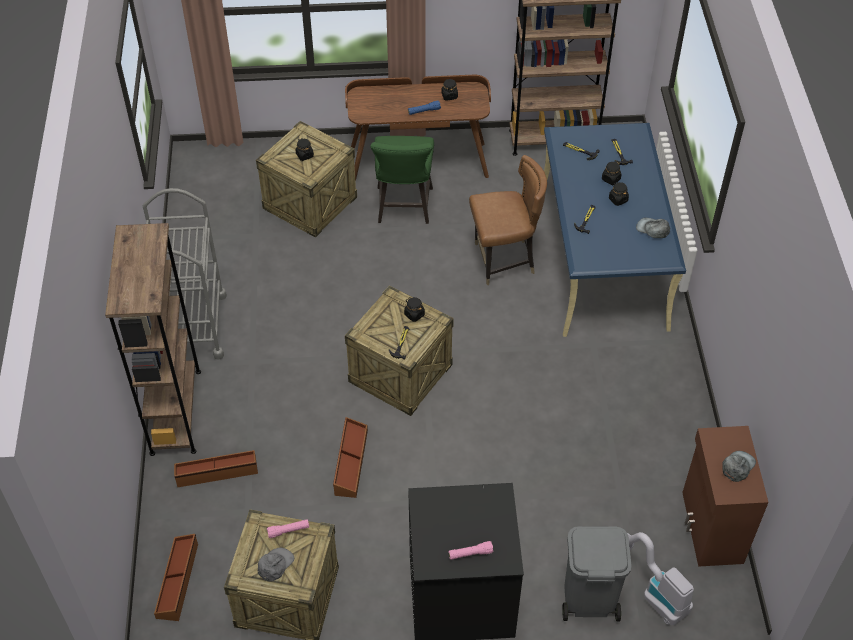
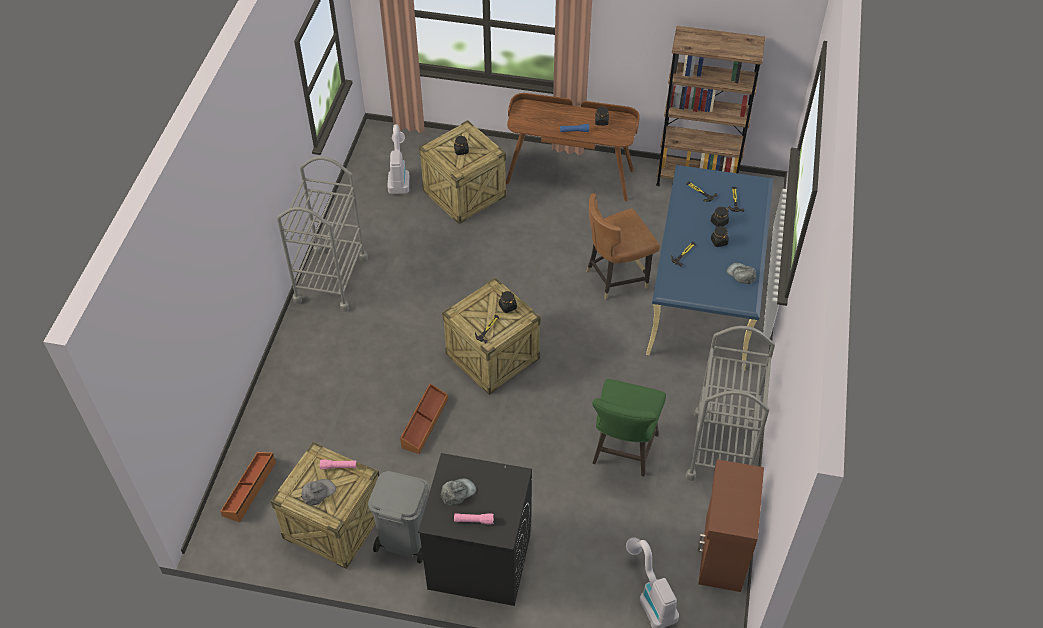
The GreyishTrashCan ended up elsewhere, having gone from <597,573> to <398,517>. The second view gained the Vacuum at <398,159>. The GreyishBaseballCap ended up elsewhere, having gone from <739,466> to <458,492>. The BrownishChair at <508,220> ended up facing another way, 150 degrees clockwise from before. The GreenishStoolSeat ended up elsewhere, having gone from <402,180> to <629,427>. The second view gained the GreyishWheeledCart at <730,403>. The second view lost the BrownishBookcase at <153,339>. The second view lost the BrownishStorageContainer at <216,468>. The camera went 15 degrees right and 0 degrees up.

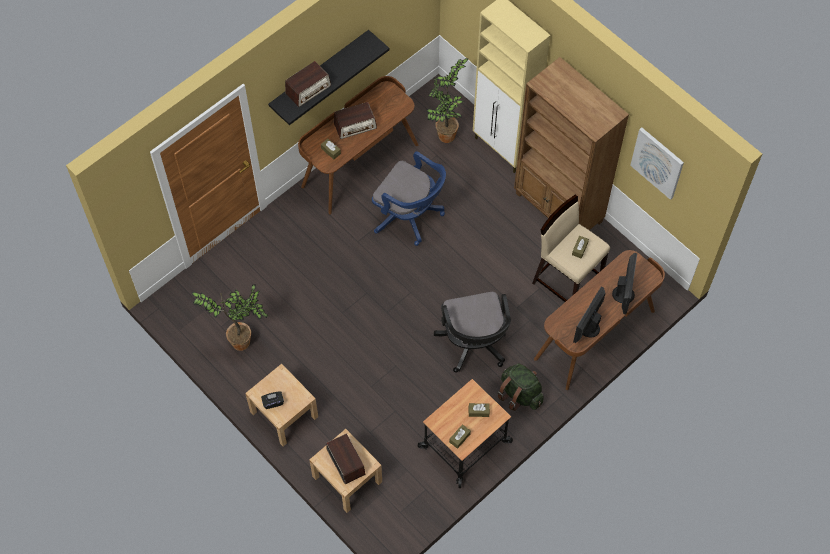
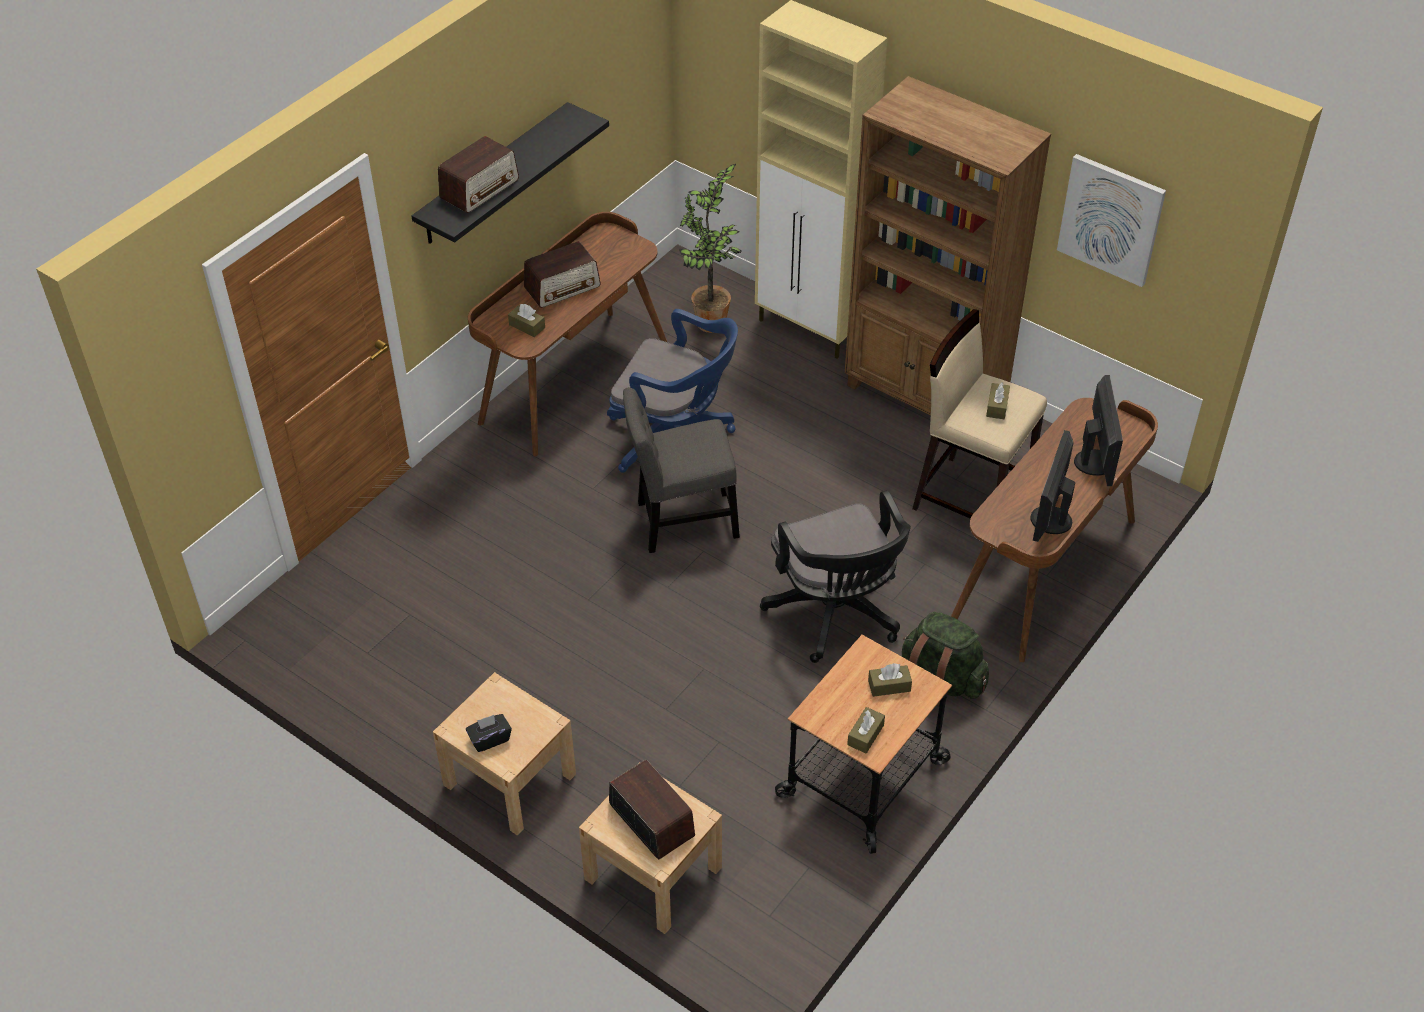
The second view gained the GreyishChair at <681,470>. The second view lost the PlantInAPot at <230,317>. The camera went 10 degrees left and 15 degrees down.

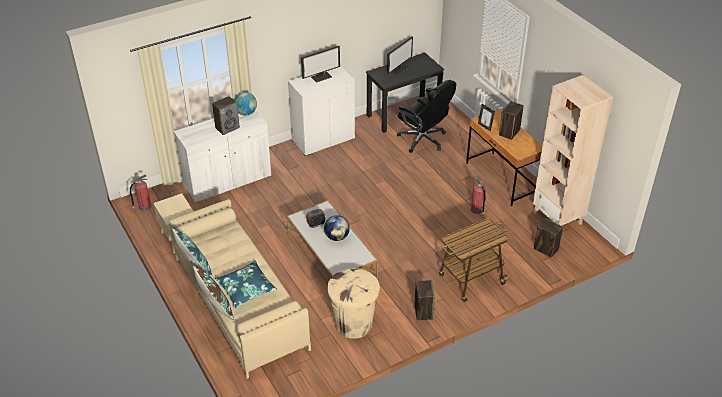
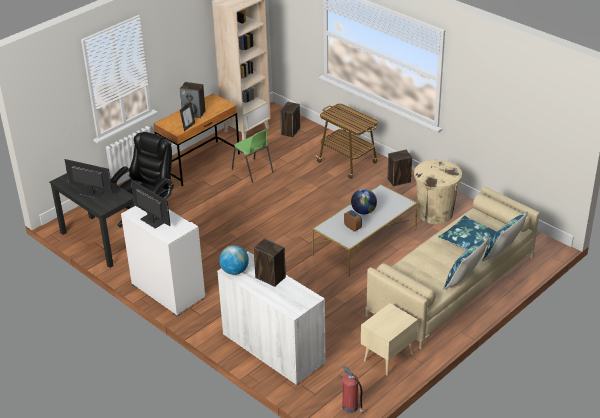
Where the Extinguisher stood at <478,196>, the GreenishChair came to stand at <253,156>. What was the BrownishThrowPillow at <213,292> turned into the BluishThrowPillow at <505,237>. The camera went 105 degrees left and 5 degrees down.

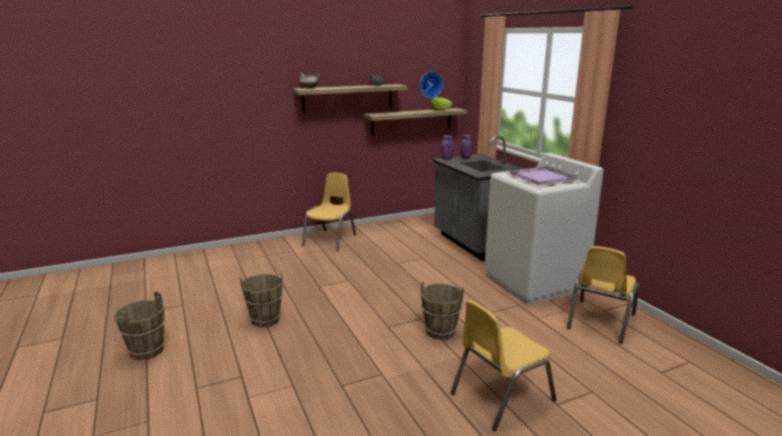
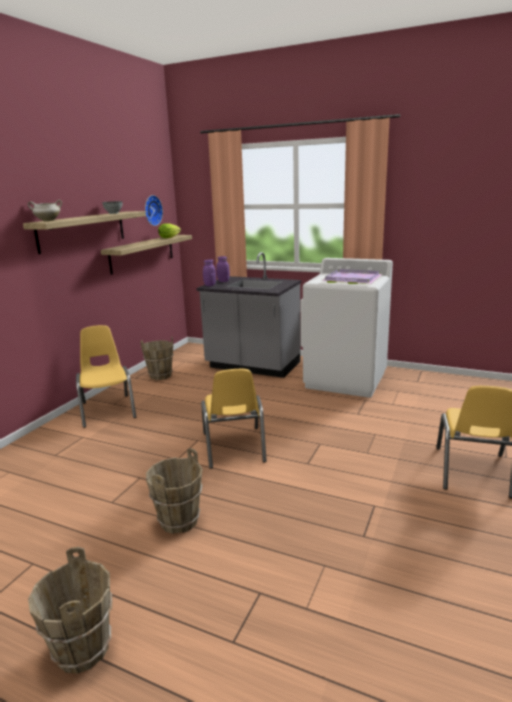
The BrownishPail ended up elsewhere, having gone from <442,310> to <157,358>. The YellowishChair ended up elsewhere, having gone from <603,295> to <234,419>. The camera went 40 degrees left and 0 degrees up.

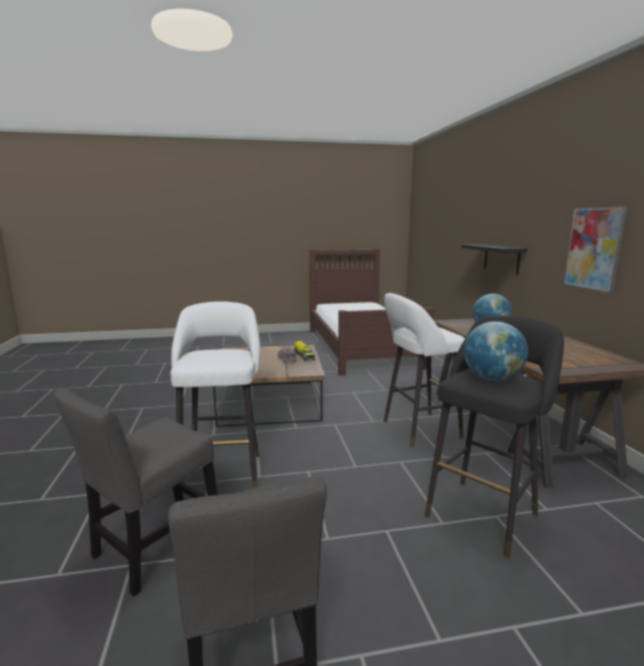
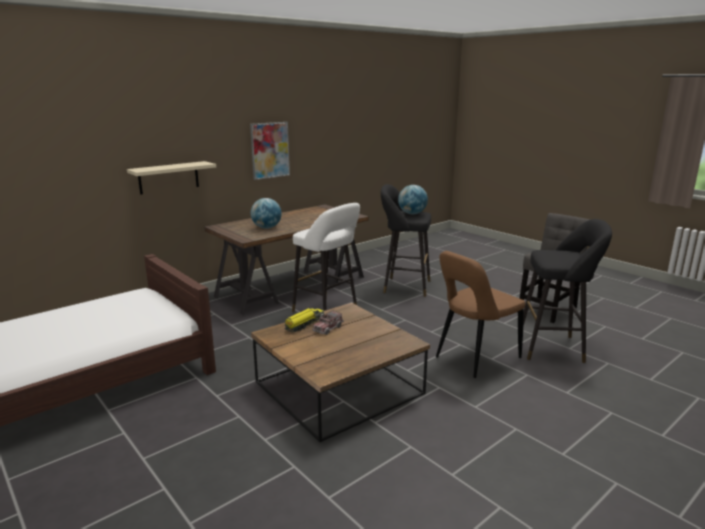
What was the BlackColouredWallShelf at <494,259> turned into the BeigeColouredWallShelf at <171,178>. Where the WhiteColouredStoolSeat stood at <215,394>, the BrownishChair came to stand at <480,314>. Where the GreyishChair stood at <135,492>, the BlackColouredStoolSeat came to stand at <567,291>. The camera went 120 degrees left and 5 degrees up.

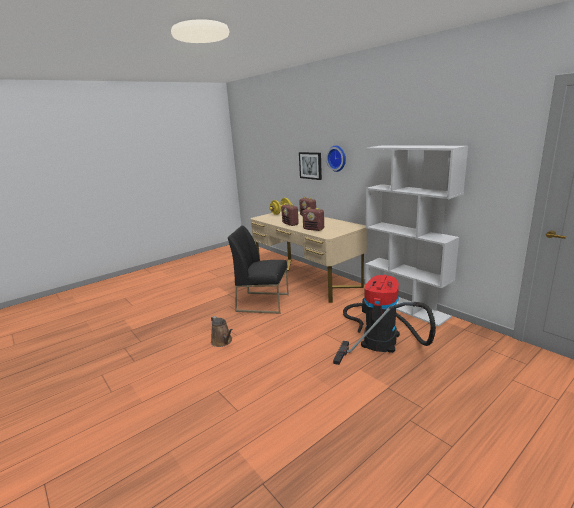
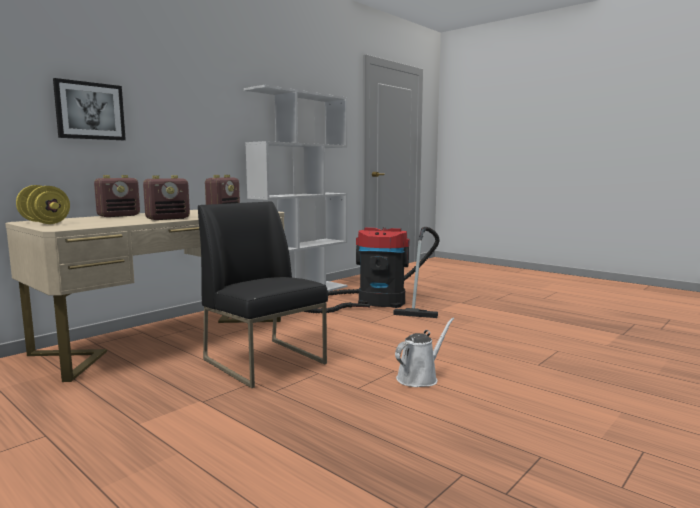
The BlackColouredChair at <258,269> ended up facing another way, 135 degrees clockwise from before. What was the BrownishWateringCan at <222,331> turned into the WhiteColouredWateringCan at <424,352>. The second view lost the HangingClock at <336,158>. The camera went 100 degrees left and 10 degrees down.

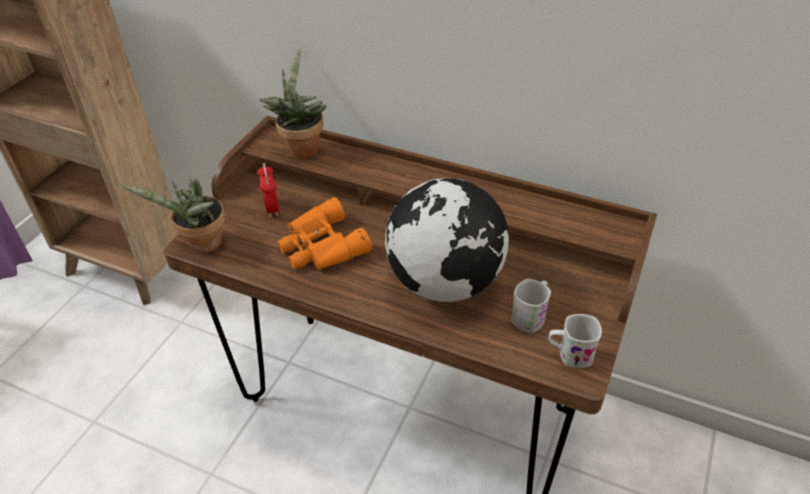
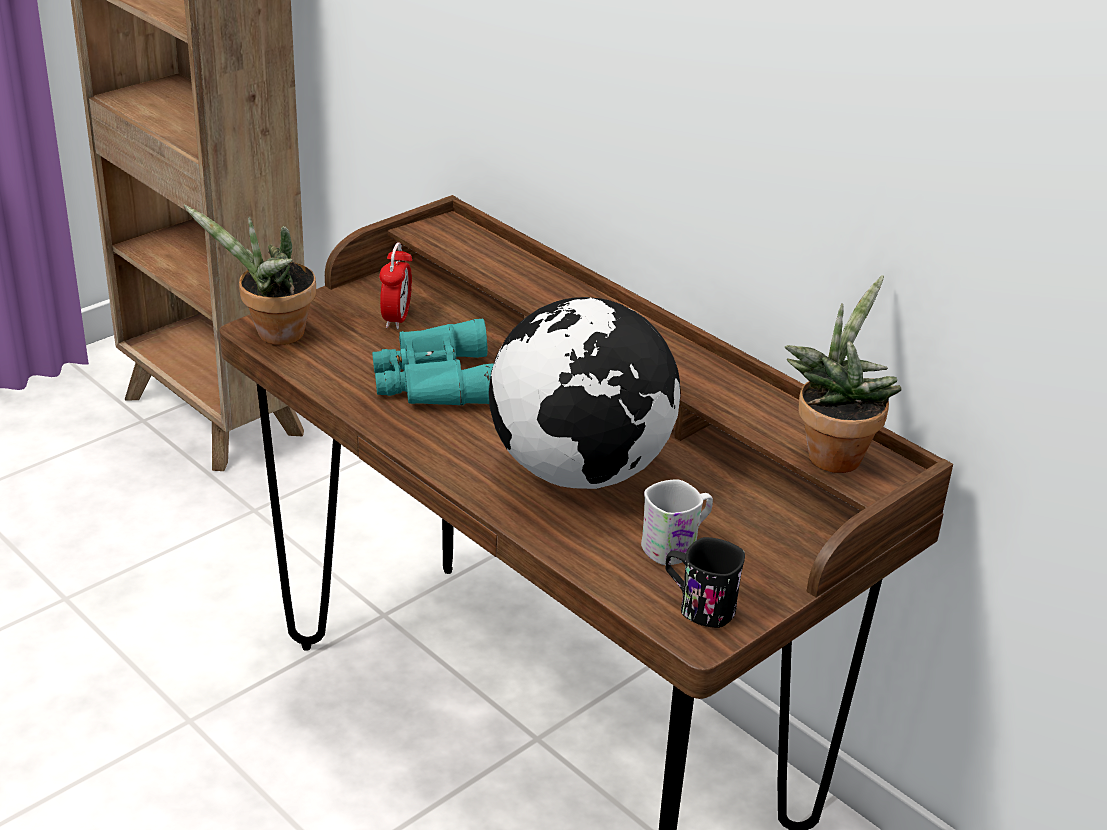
What was the OrangeFieldGlasses at <324,233> turned into the BlueGreenFieldGlasses at <433,362>. What was the WhiteColouredTeaMug at <575,341> turned into the BlackColouredTeaMug at <705,582>. The PlantInAPot ended up elsewhere, having gone from <292,103> to <843,374>. The camera went 20 degrees right and 10 degrees down.

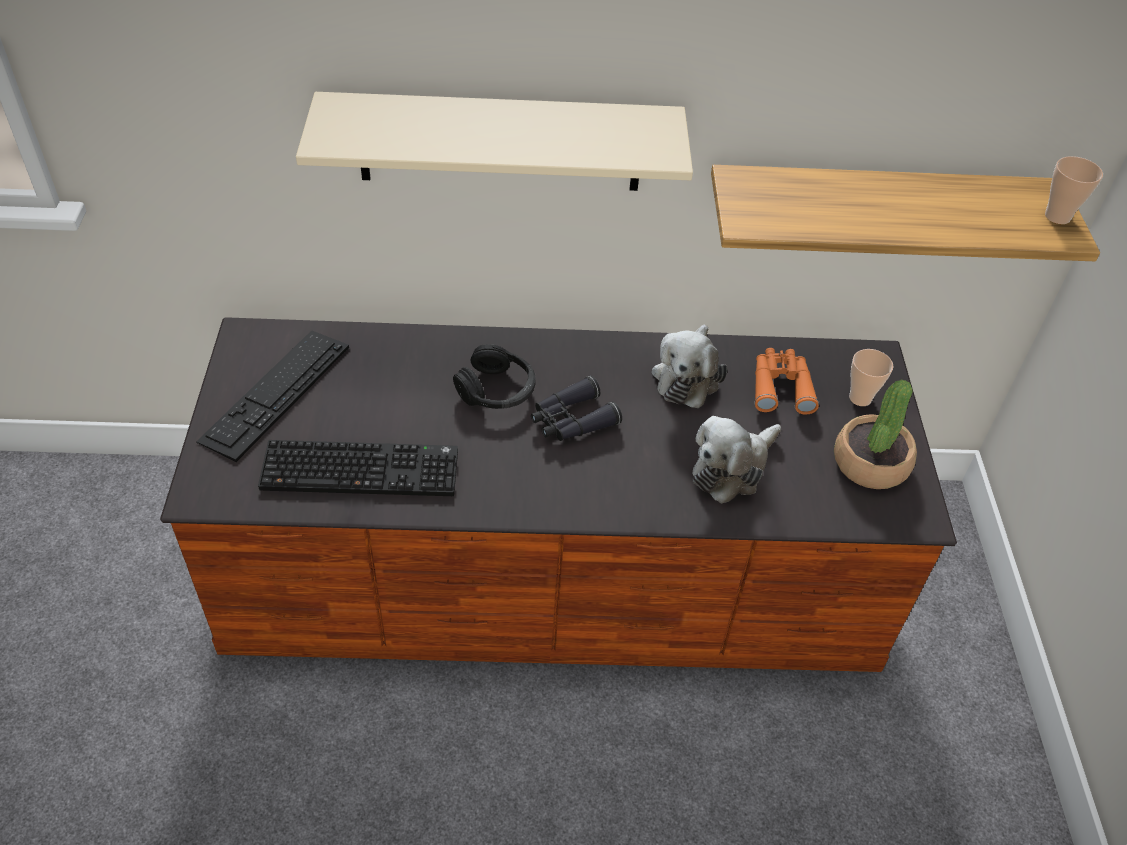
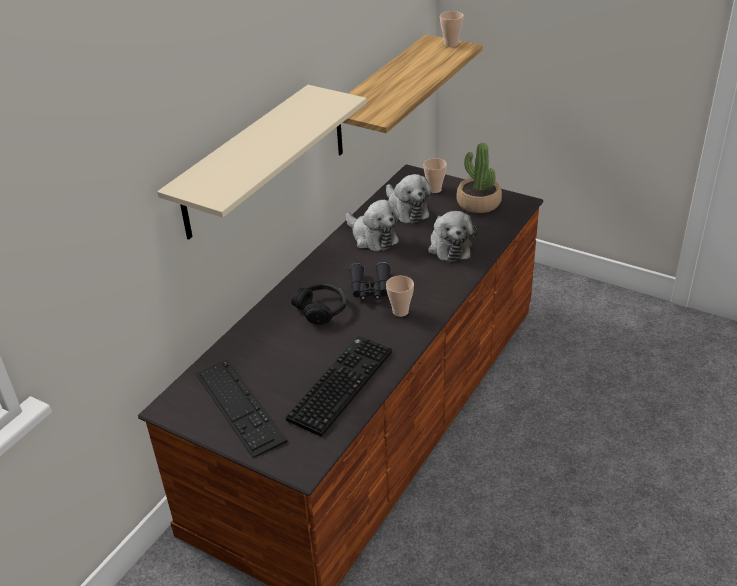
Where the OrangeFieldGlasses stood at <786,381>, the CuddlyToy came to stand at <408,199>. The second view gained the Cup at <400,296>. The camera went 55 degrees left and 10 degrees down.

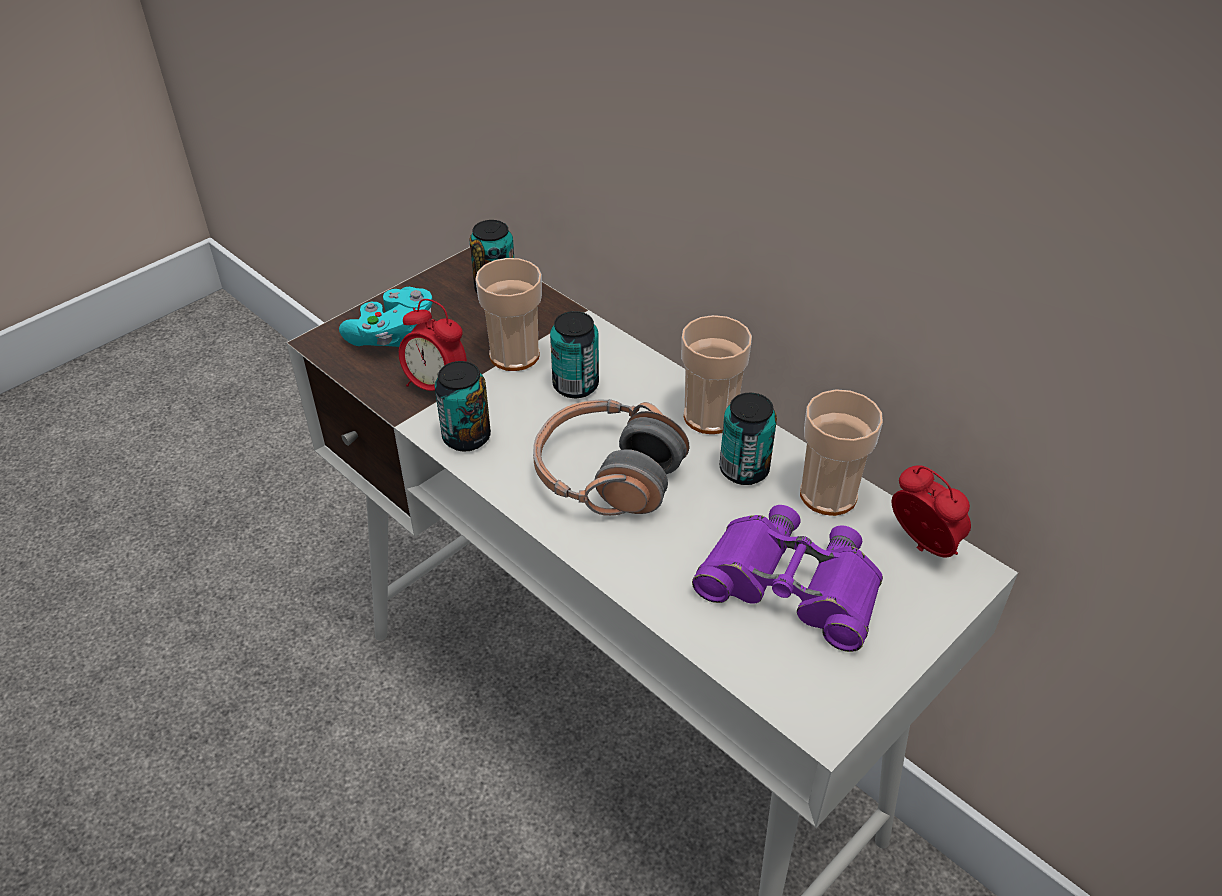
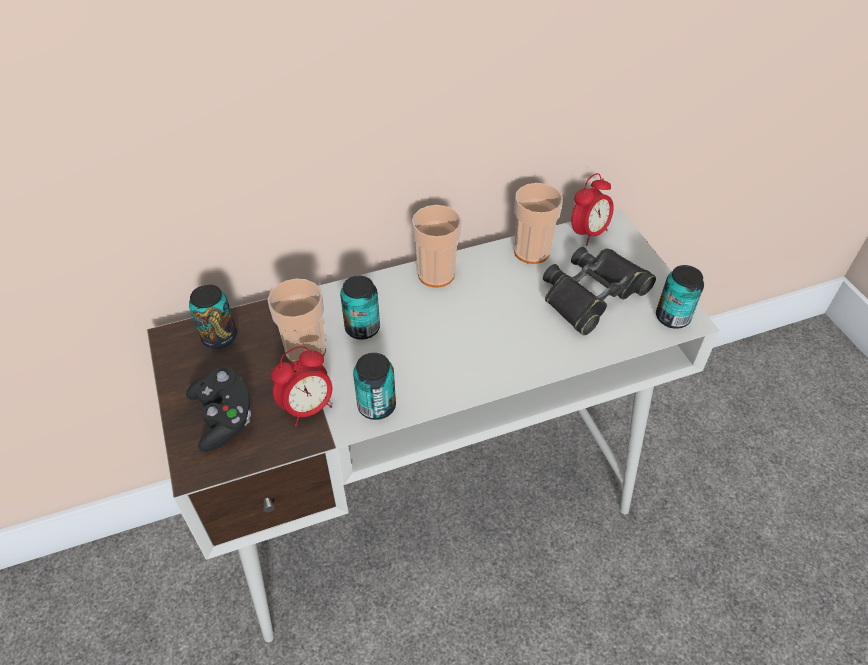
What was the BlueGreenGameController at <385,317> turned into the BlackColouredGameController at <218,409>. What was the PurplishFieldGlasses at <787,578> turned into the BlackColouredFieldGlasses at <599,291>. The AlarmClock at <931,511> ended up facing another way, 150 degrees clockwise from before. The MetalCan ended up elsewhere, having gone from <748,439> to <680,297>. The second view lost the PairOfHeadphones at <611,457>. The camera went 65 degrees left and 5 degrees up.

